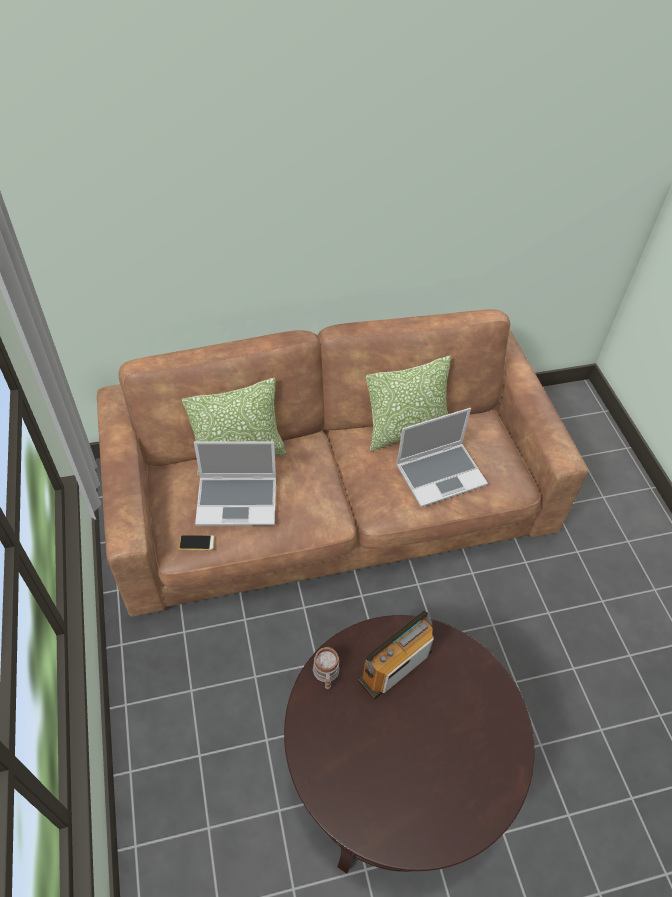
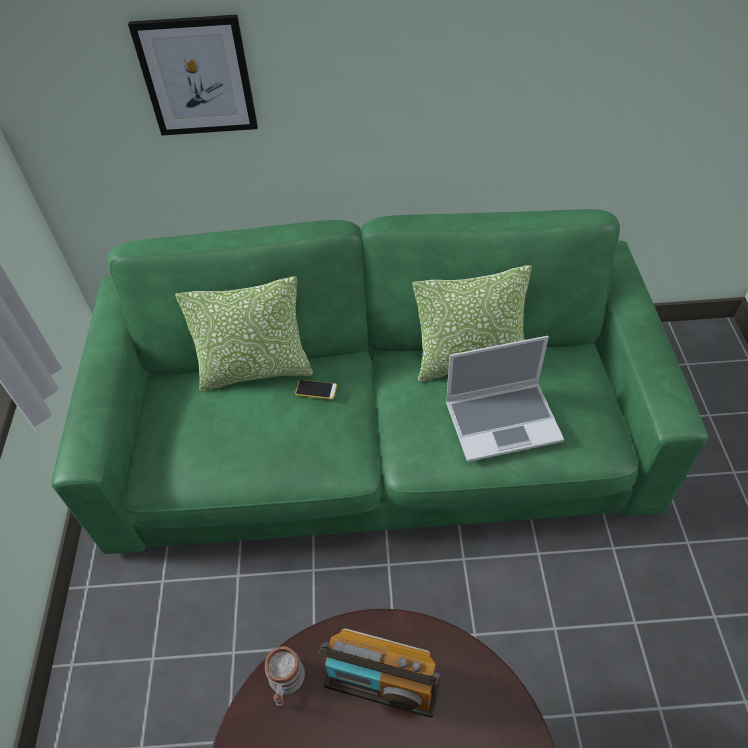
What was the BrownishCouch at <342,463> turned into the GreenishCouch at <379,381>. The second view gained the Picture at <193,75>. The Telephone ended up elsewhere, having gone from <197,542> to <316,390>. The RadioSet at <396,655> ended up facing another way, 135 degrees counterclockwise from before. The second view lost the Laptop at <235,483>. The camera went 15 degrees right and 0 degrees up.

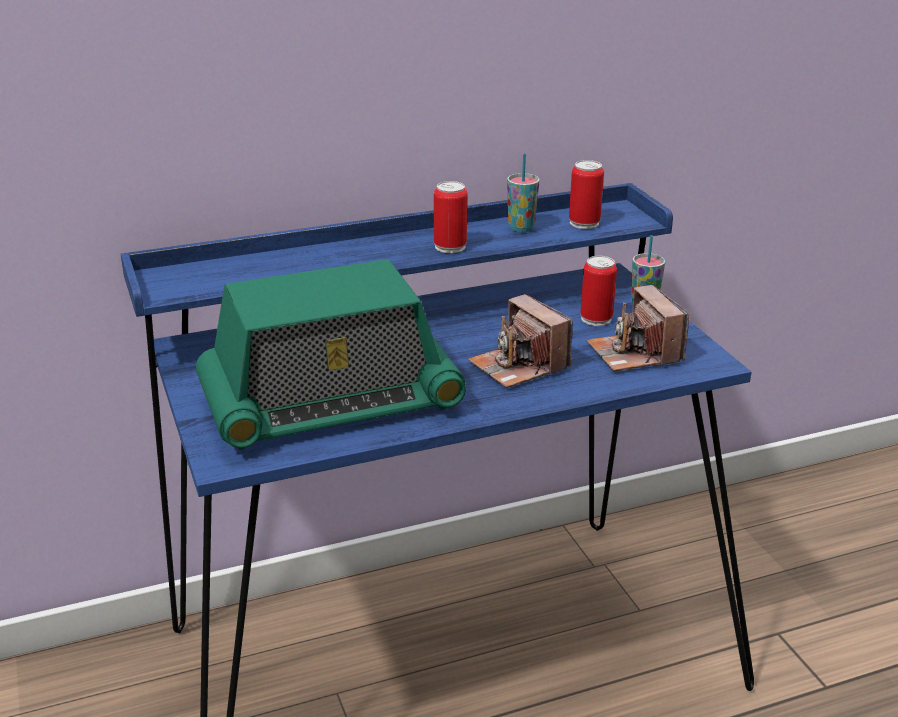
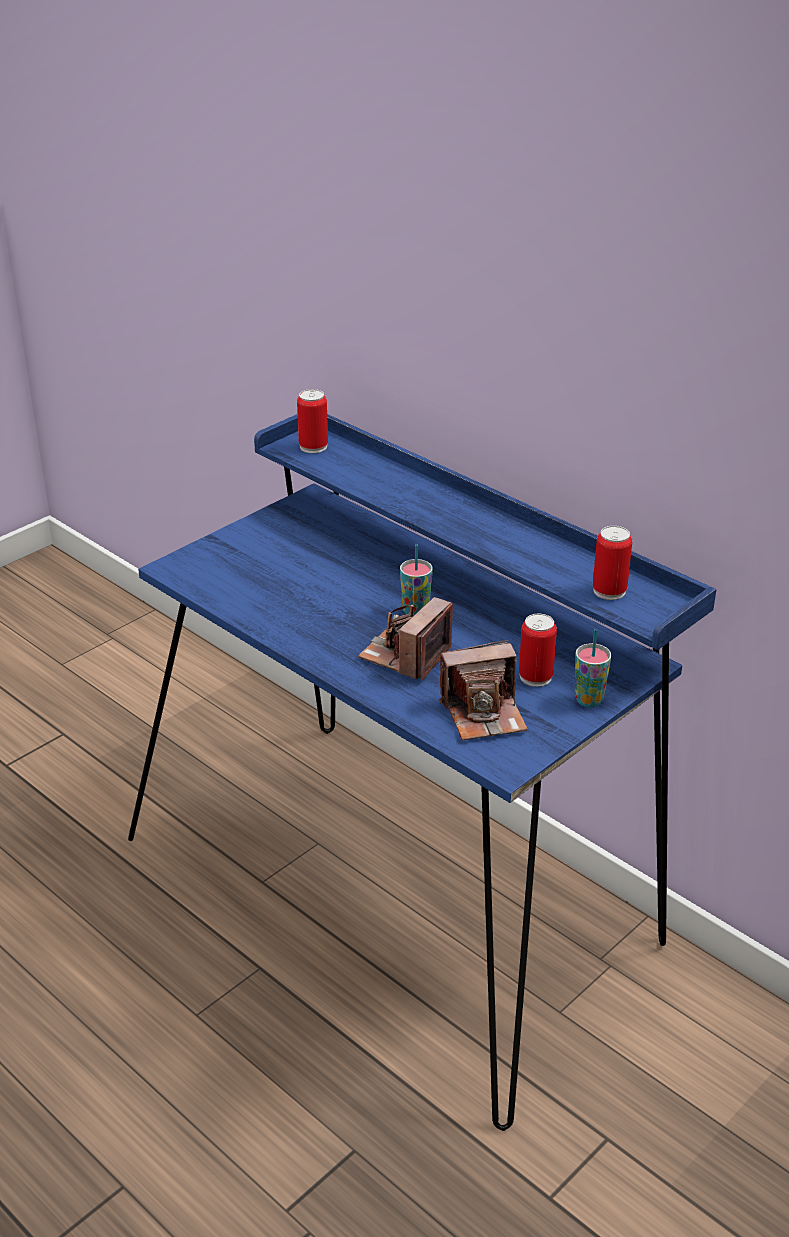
The MetalCan ended up elsewhere, having gone from <450,217> to <312,421>. The Cup ended up elsewhere, having gone from <523,192> to <416,580>. The PhotoCamera at <638,328> ended up facing another way, 150 degrees counterclockwise from before. The second view lost the RadioSet at <331,354>. The camera went 65 degrees right and 5 degrees up.

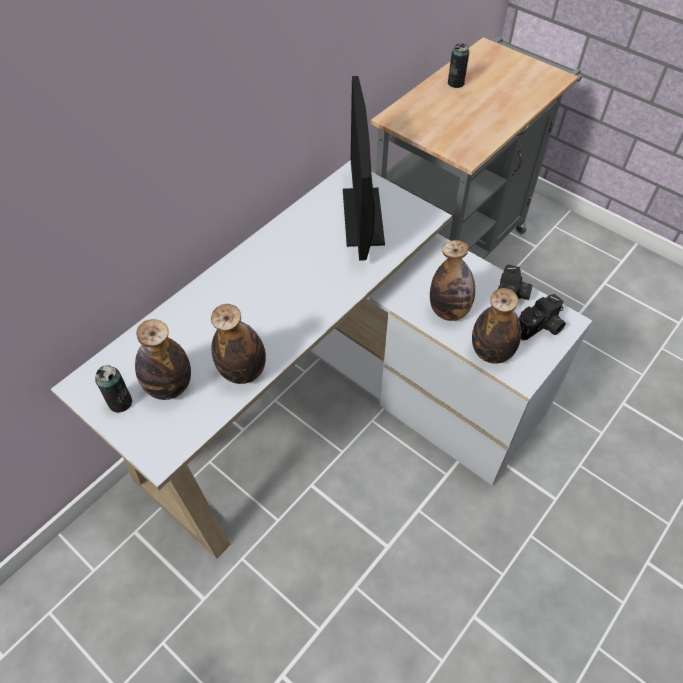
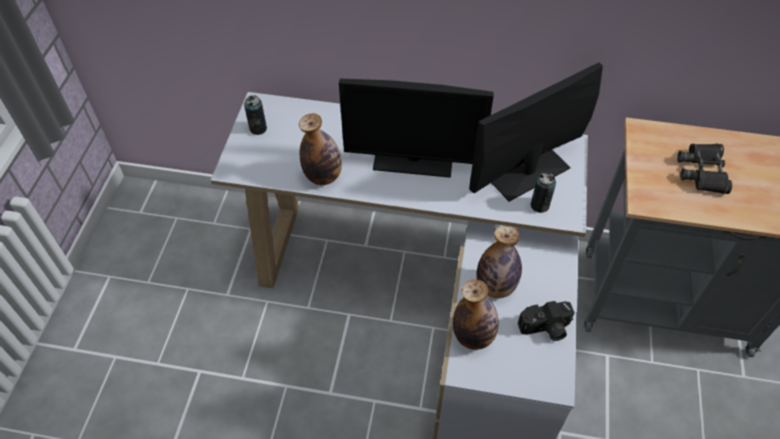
The second view gained the Monitor at <416,128>. The MetalCan ended up elsewhere, having gone from <458,66> to <543,193>. The second view gained the BlackColouredFieldGlasses at <704,169>. The second view lost the DrinkBottle at <163,359>. The second view lost the PhotoCamera at <542,317>. The camera went 60 degrees right and 0 degrees up.

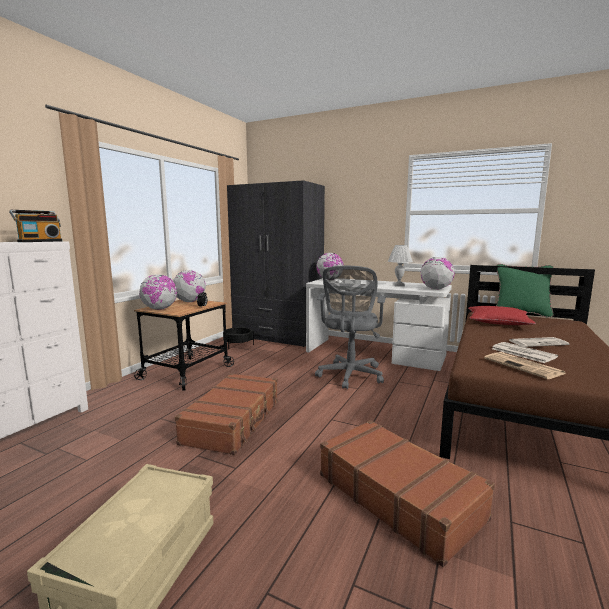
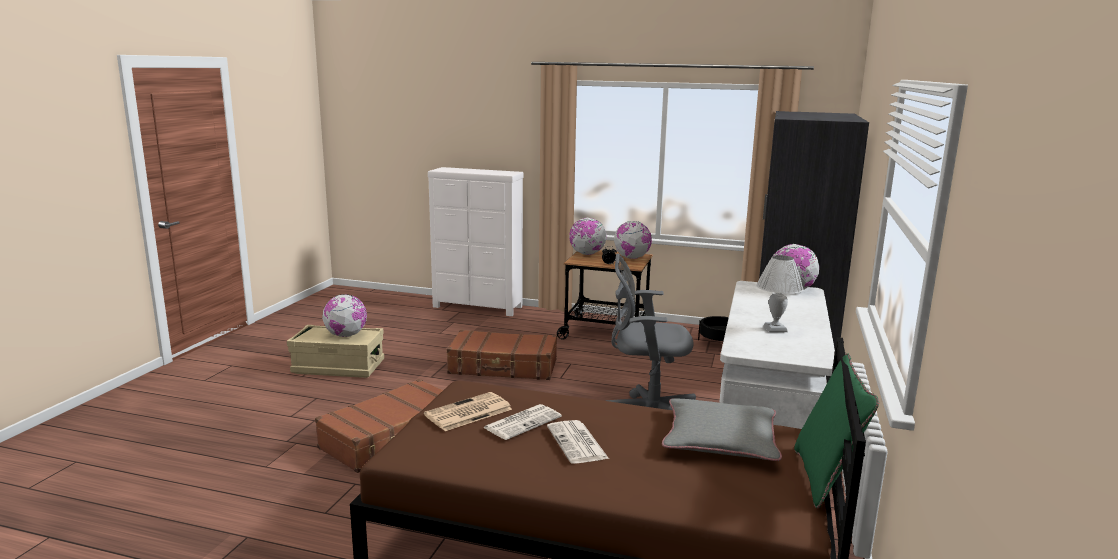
The Globe ended up elsewhere, having gone from <437,273> to <344,315>. What was the ReddishThrowPillow at <502,315> turned into the GreyishThrowPillow at <722,429>. The second view lost the RadioSet at <35,226>. The camera went 80 degrees right and 5 degrees up.

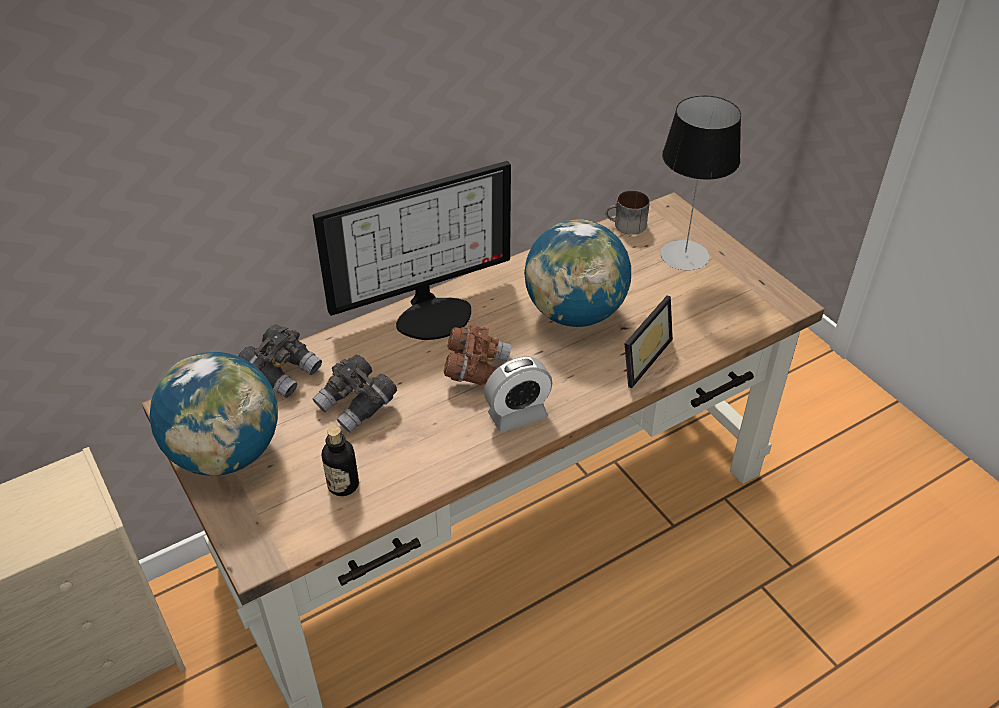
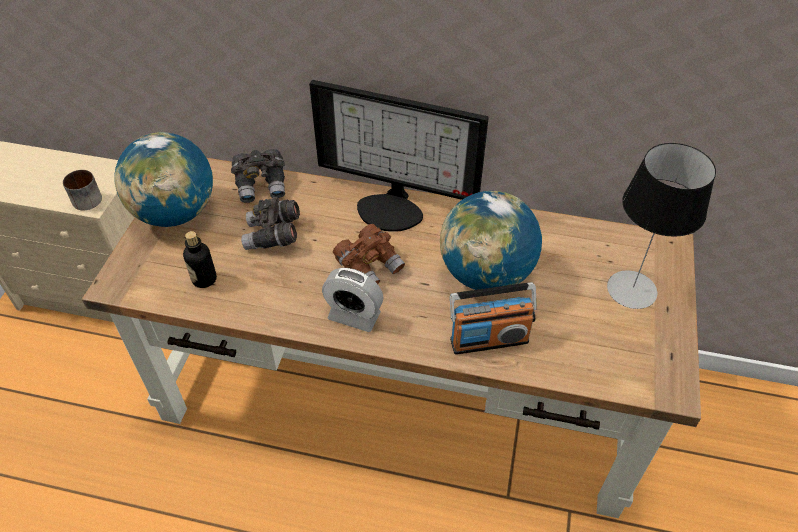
The TeaMug ended up elsewhere, having gone from <627,212> to <82,190>. Where the PhotoFrame stood at <648,342>, the RadioSet came to stand at <493,318>. The camera went 45 degrees right and 5 degrees up.

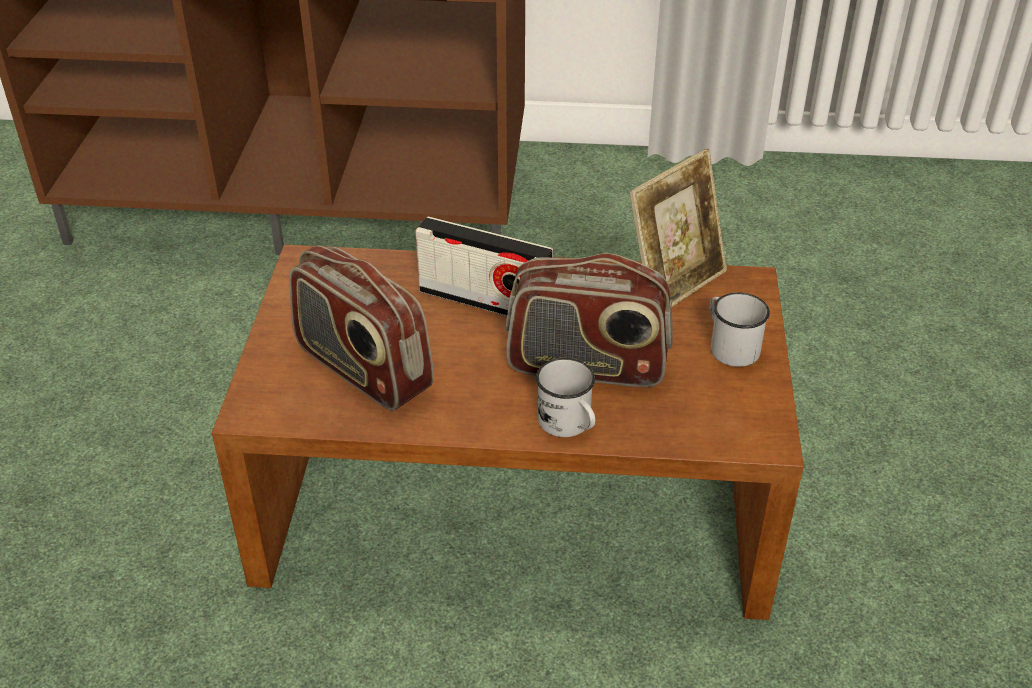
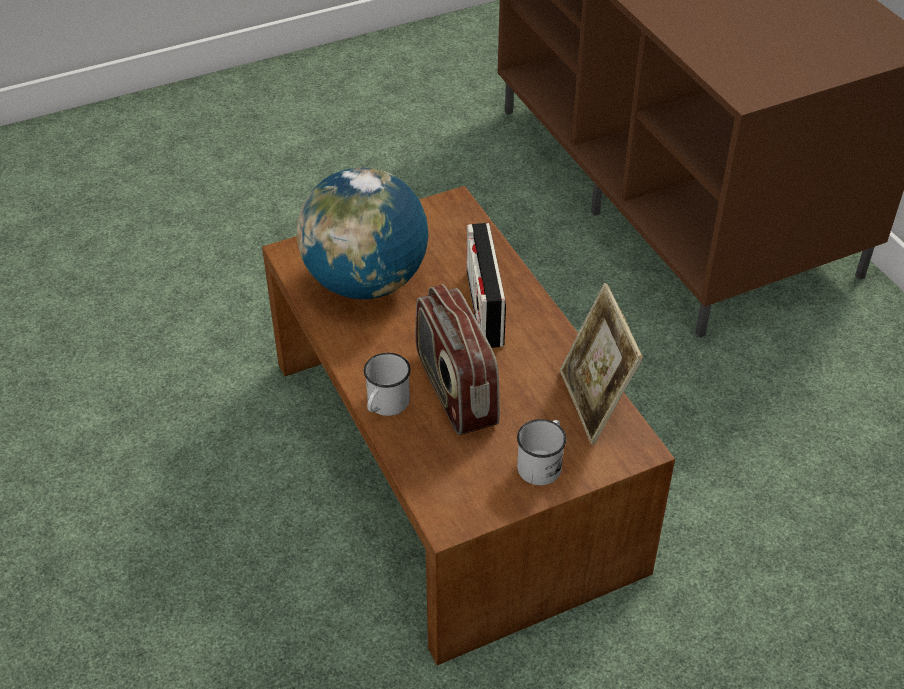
Where the RadioSet stood at <361,328>, the Globe came to stand at <362,233>. The PhotoFrame at <678,228> ended up facing another way, 60 degrees clockwise from before. The camera went 60 degrees right and 5 degrees up.

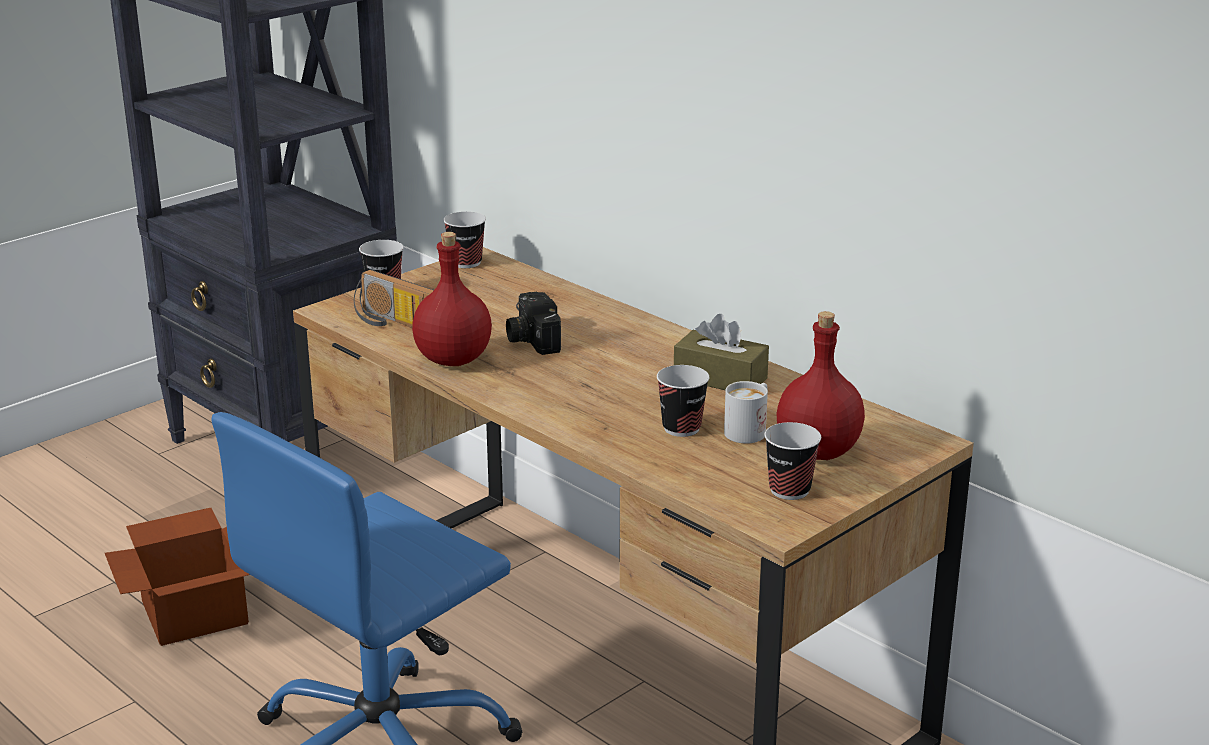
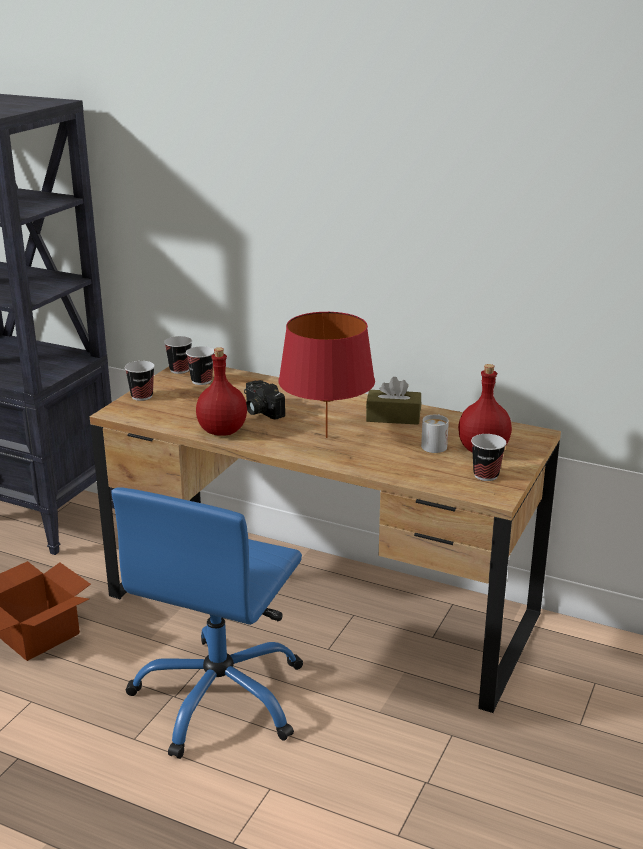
The Cup ended up elsewhere, having gone from <683,401> to <200,365>. The second view gained the ReddishLampForATable at <326,375>. The second view lost the RadioSet at <394,298>. The camera went 20 degrees left and 0 degrees up.

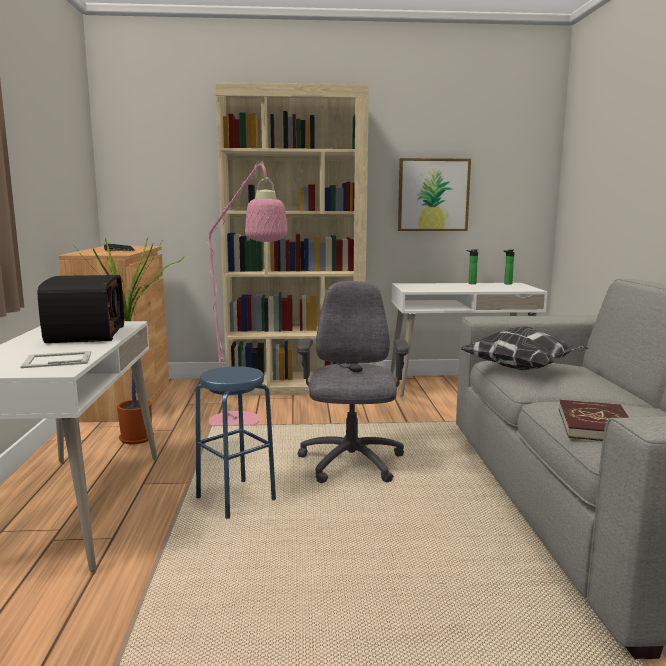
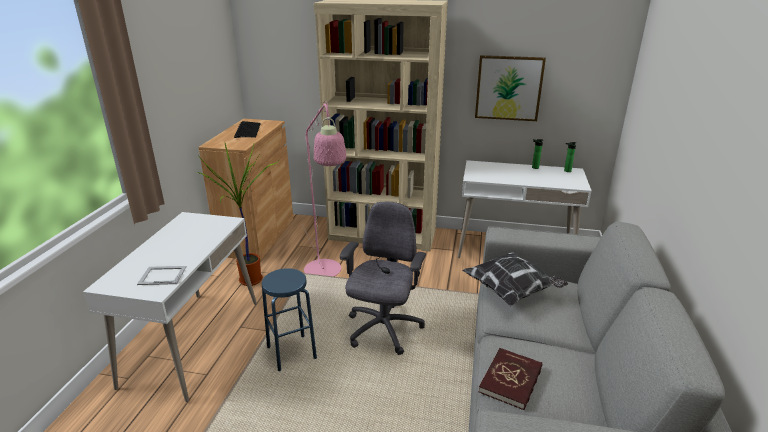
The second view lost the RadioSet at <80,309>. The camera went 15 degrees right and 15 degrees up.

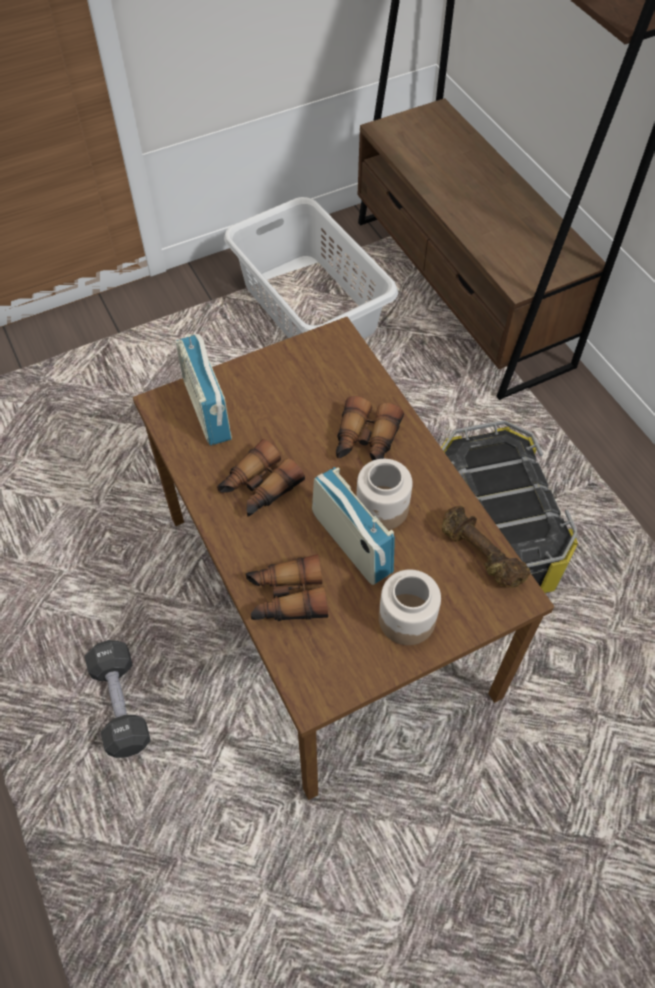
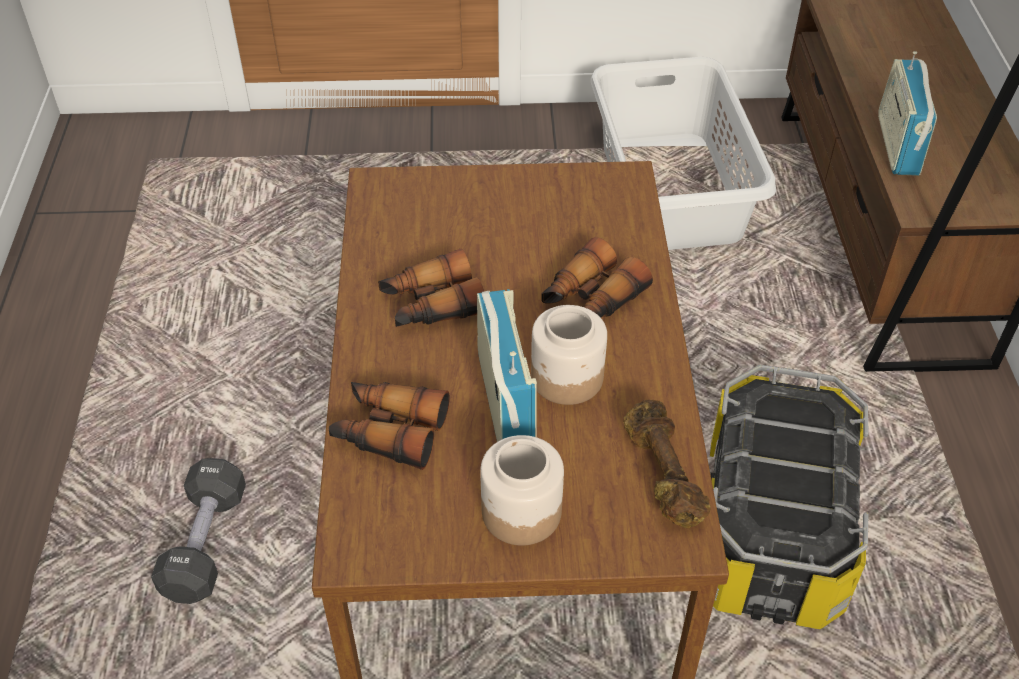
The RadioSet ended up elsewhere, having gone from <204,390> to <907,113>. The camera went 25 degrees right and 10 degrees down.

